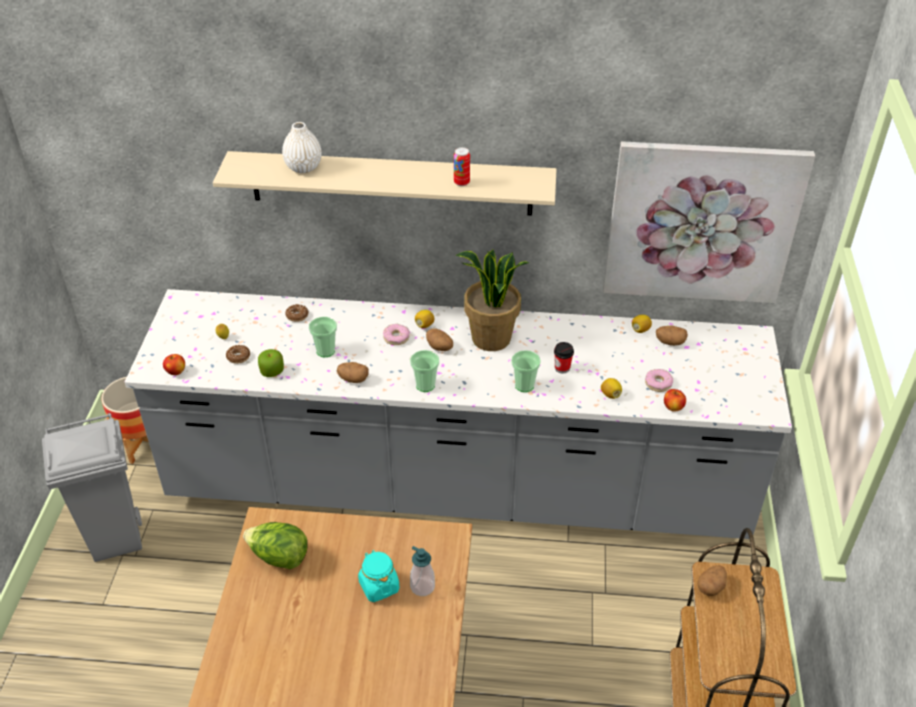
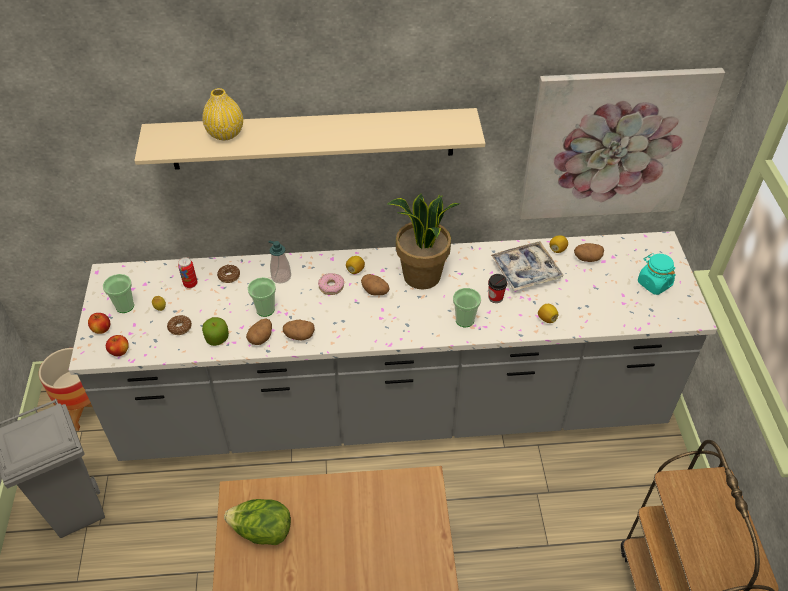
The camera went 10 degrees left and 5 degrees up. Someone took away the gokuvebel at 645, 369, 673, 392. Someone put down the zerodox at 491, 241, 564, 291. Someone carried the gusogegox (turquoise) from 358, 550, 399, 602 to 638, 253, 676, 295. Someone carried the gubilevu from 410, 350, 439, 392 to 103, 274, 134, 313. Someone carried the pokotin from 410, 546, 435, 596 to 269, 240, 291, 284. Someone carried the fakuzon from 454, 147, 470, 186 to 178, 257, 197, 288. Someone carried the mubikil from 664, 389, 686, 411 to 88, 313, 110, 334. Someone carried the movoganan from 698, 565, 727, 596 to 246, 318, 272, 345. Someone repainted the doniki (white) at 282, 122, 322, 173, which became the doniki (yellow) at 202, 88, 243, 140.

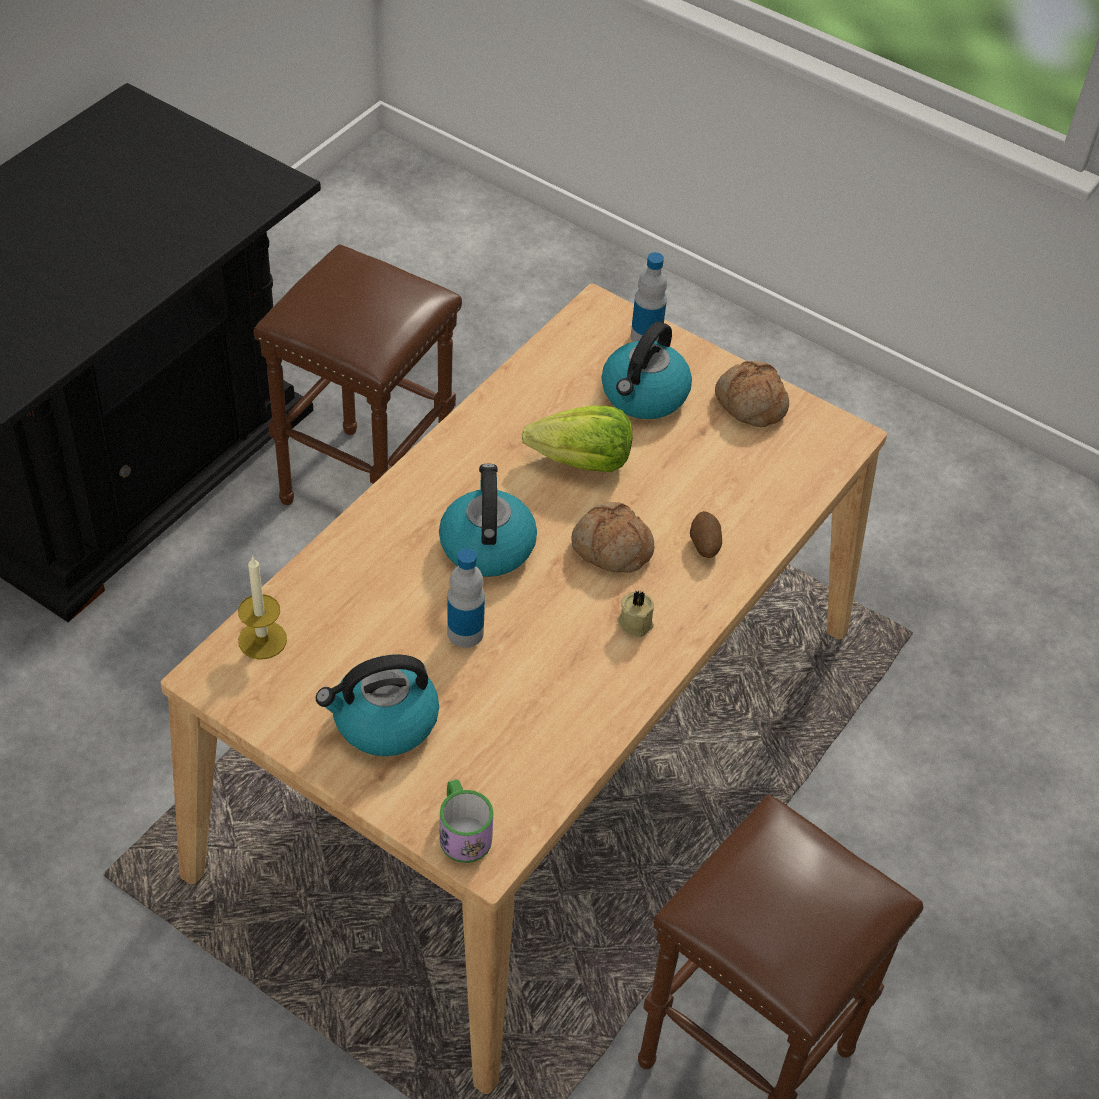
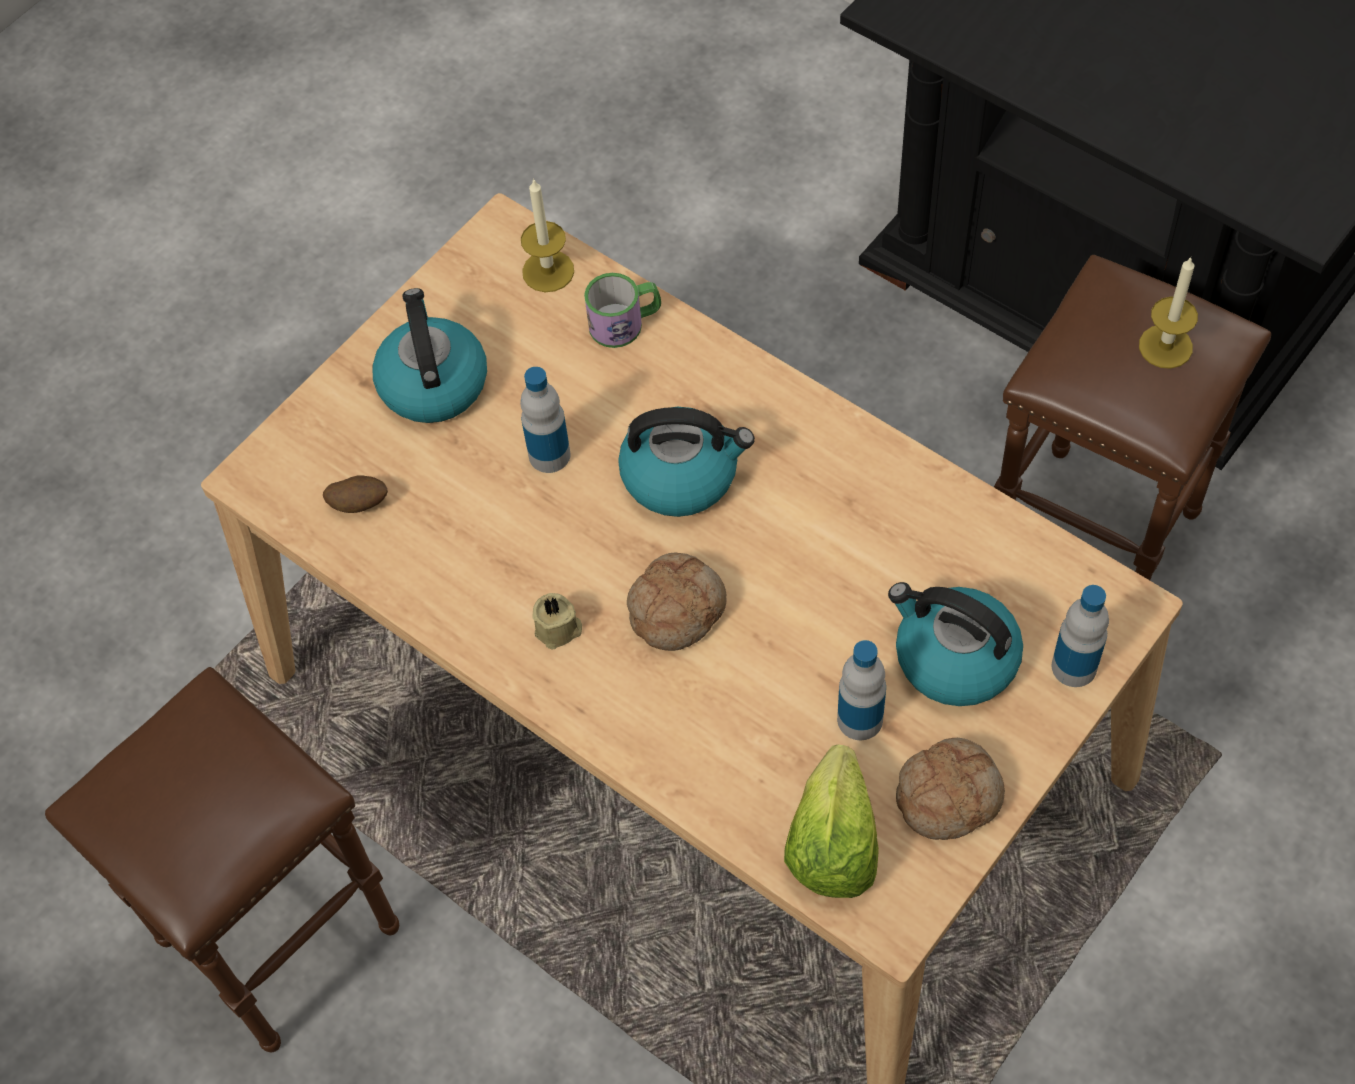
The camera went 100 degrees right and 10 degrees up. Someone put down the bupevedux at 837, 640, 886, 740. Someone put down the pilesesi at 1139, 257, 1198, 369. Someone carried the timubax from 440, 779, 493, 863 to 584, 273, 661, 348. Someone carried the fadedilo from 522, 405, 633, 472 to 784, 745, 879, 898. Someone carried the movoganan from 690, 511, 722, 558 to 323, 475, 388, 513.

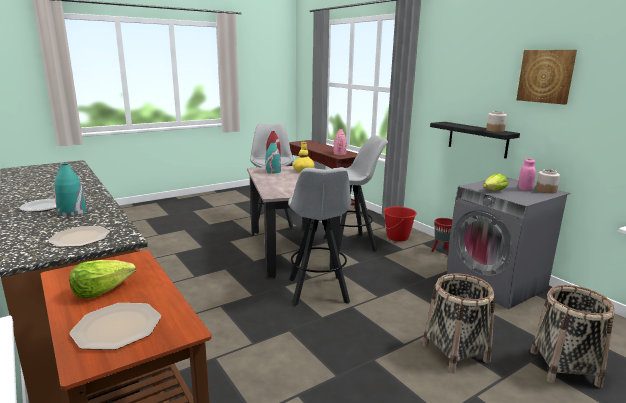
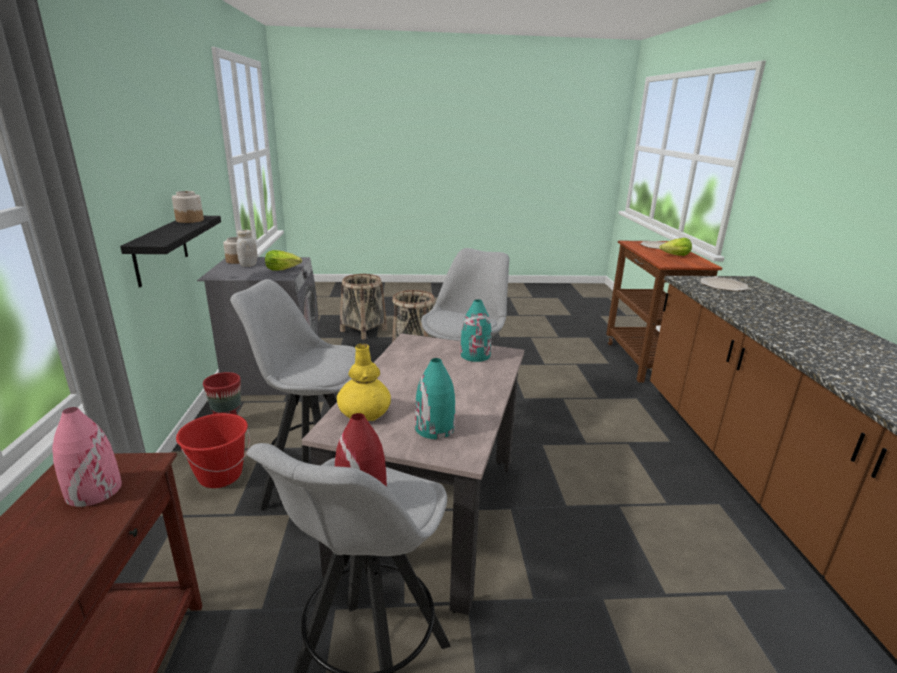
The camera went 150 degrees left and 5 degrees up. Someone took away the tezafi at 20, 199, 57, 212. Someone took away the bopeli at 516, 50, 577, 105. Someone carried the doniki (turquoise) from 54, 164, 86, 216 to 460, 299, 492, 362. Someone repainted the gusogegox (pink) at 518, 158, 536, 191, which became the gusogegox (white) at 236, 230, 257, 267.

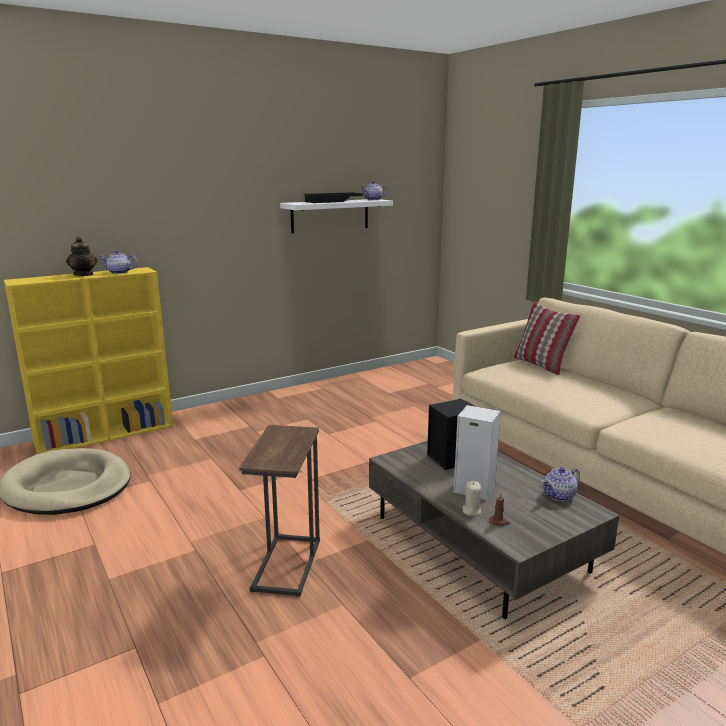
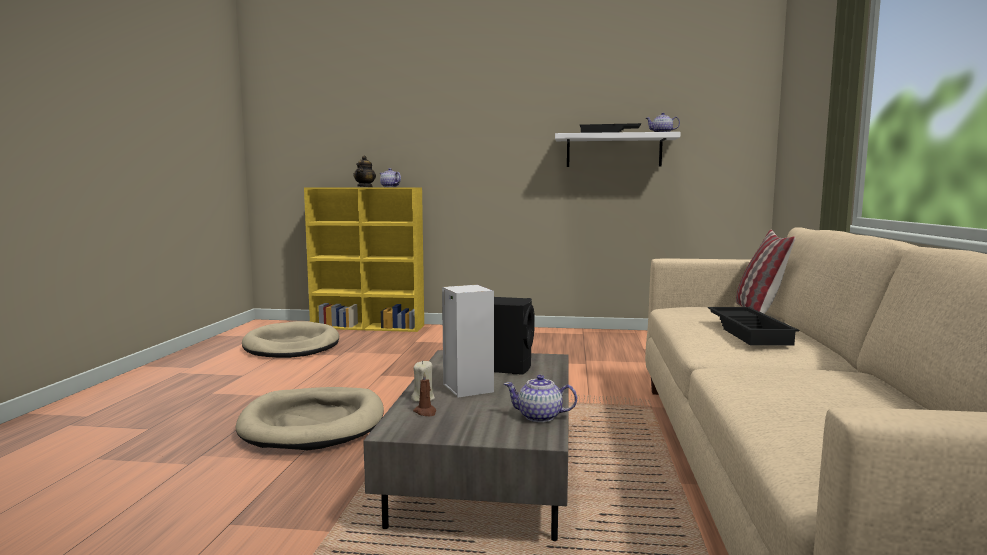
The camera went 40 degrees right and 10 degrees down. Someone put down the zerodox (black) at 708, 307, 799, 346. Someone swapped the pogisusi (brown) at 239, 425, 320, 597 for the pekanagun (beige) at 236, 387, 384, 450.

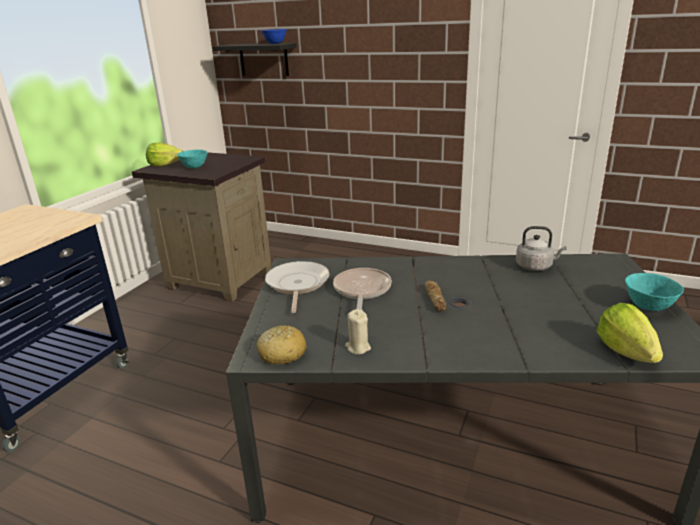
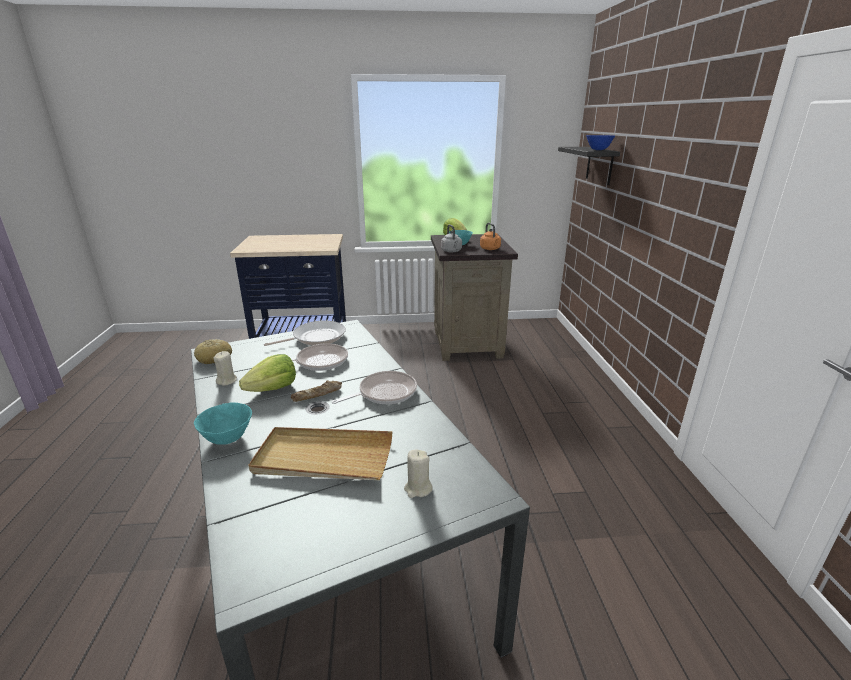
The camera went 60 degrees right and 0 degrees up. Someone put down the zerodox (beige) at 248, 427, 392, 480. Someone put down the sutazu at 332, 371, 417, 404. Someone put down the pilesesi (beige) at 404, 450, 433, 498. Someone put down the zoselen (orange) at 480, 223, 501, 250. Someone carried the zoselen (grey) from 516, 226, 567, 271 to 441, 224, 462, 252. Someone carried the fadedilo from 597, 303, 663, 363 to 239, 354, 296, 392. Someone carried the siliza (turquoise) from 625, 273, 684, 311 to 194, 402, 252, 445.

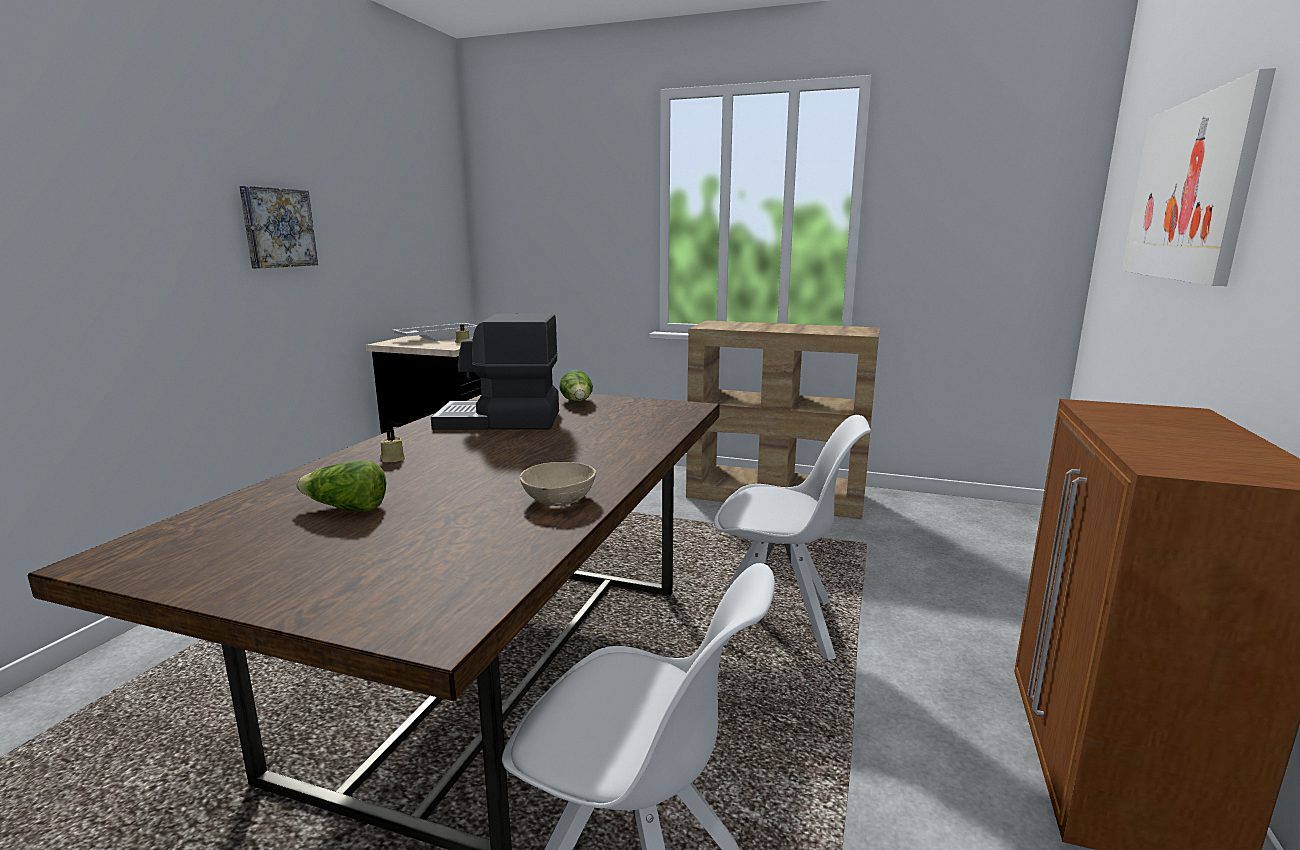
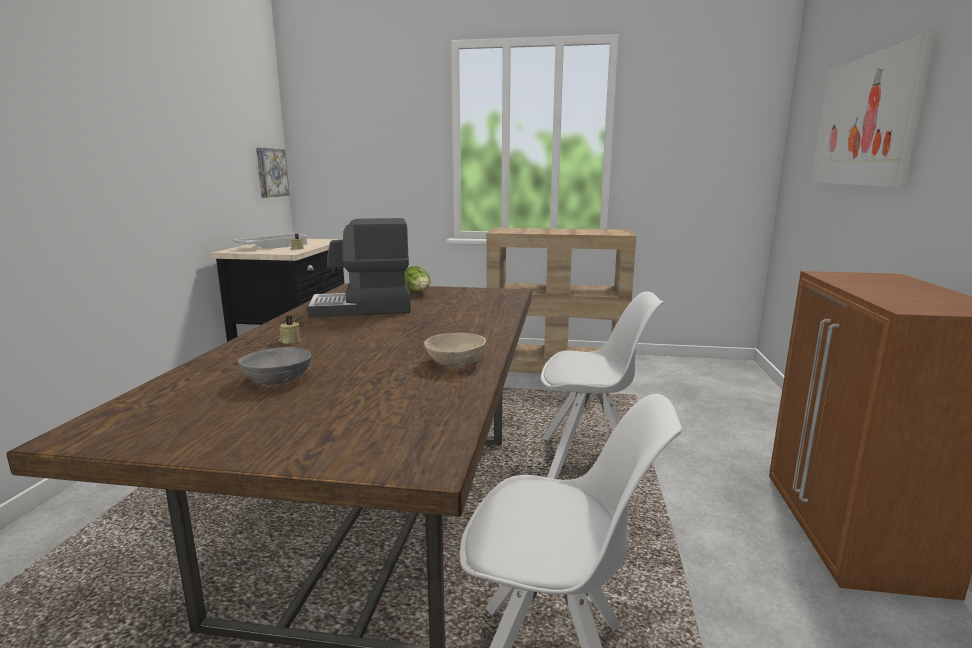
The camera went 10 degrees left and 0 degrees up. Someone carried the bopeli from 239, 186, 318, 268 to 256, 148, 290, 198. Someone swapped the fadedilo at 296, 461, 386, 512 for the siliza (grey) at 238, 347, 311, 385.

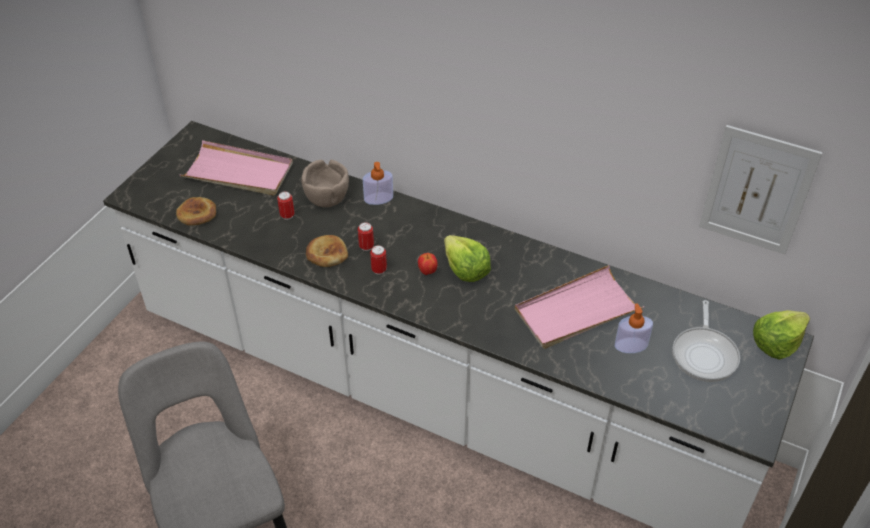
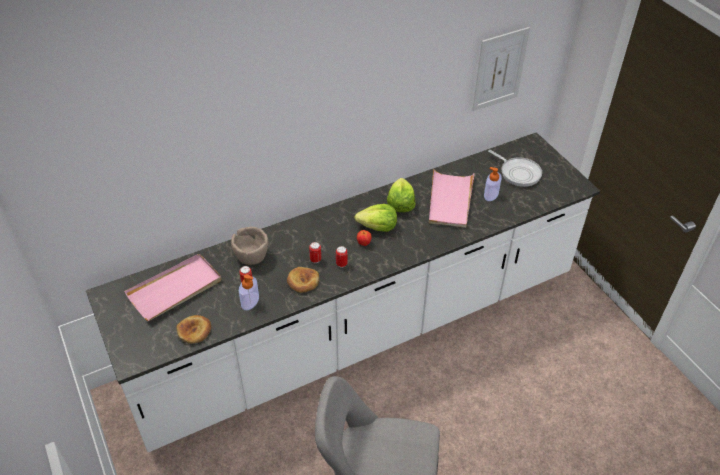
The camera went 55 degrees left and 0 degrees up. Someone carried the pokotin from 363, 162, 393, 205 to 239, 274, 259, 310. Someone carried the fadedilo from 753, 310, 810, 360 to 387, 178, 416, 212.

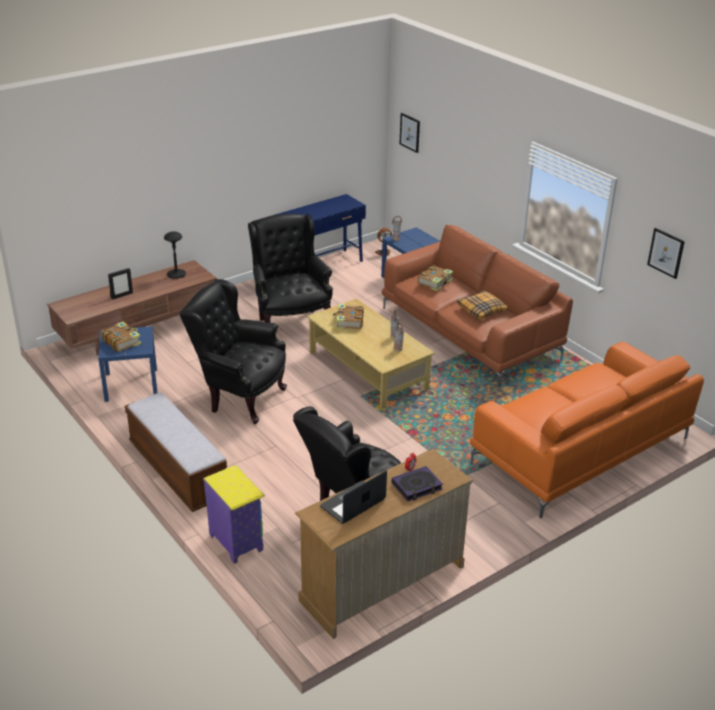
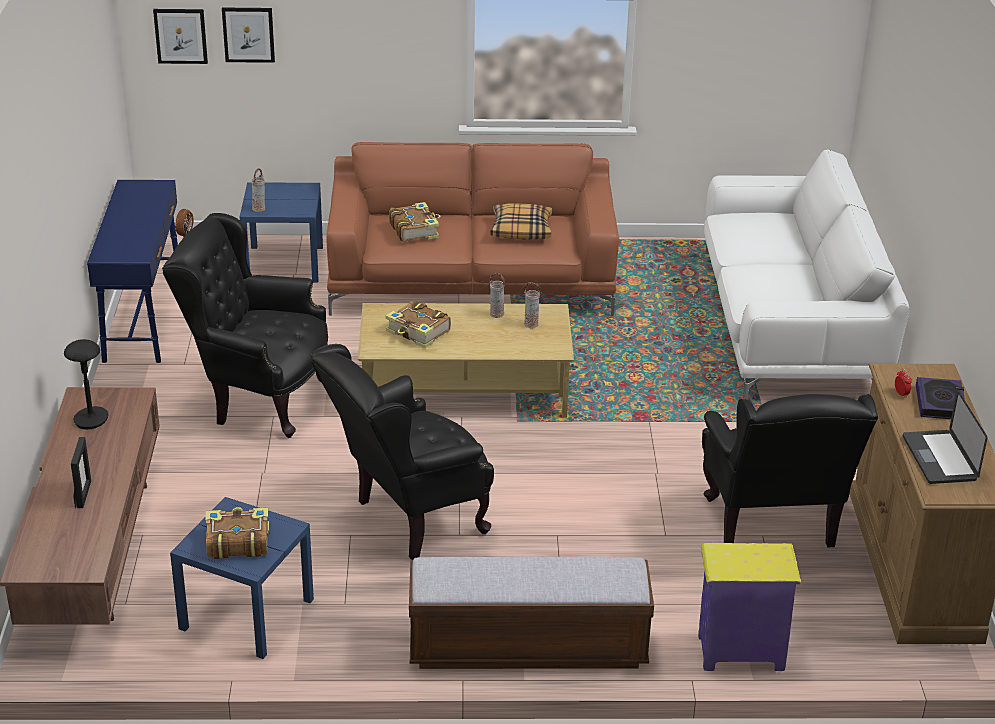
The camera went 55 degrees left and 0 degrees up. Someone carried the bopeli from 647, 228, 685, 279 to 222, 8, 275, 63. Someone repainted the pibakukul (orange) at 470, 342, 704, 518, which became the pibakukul (white) at 703, 149, 909, 399.

